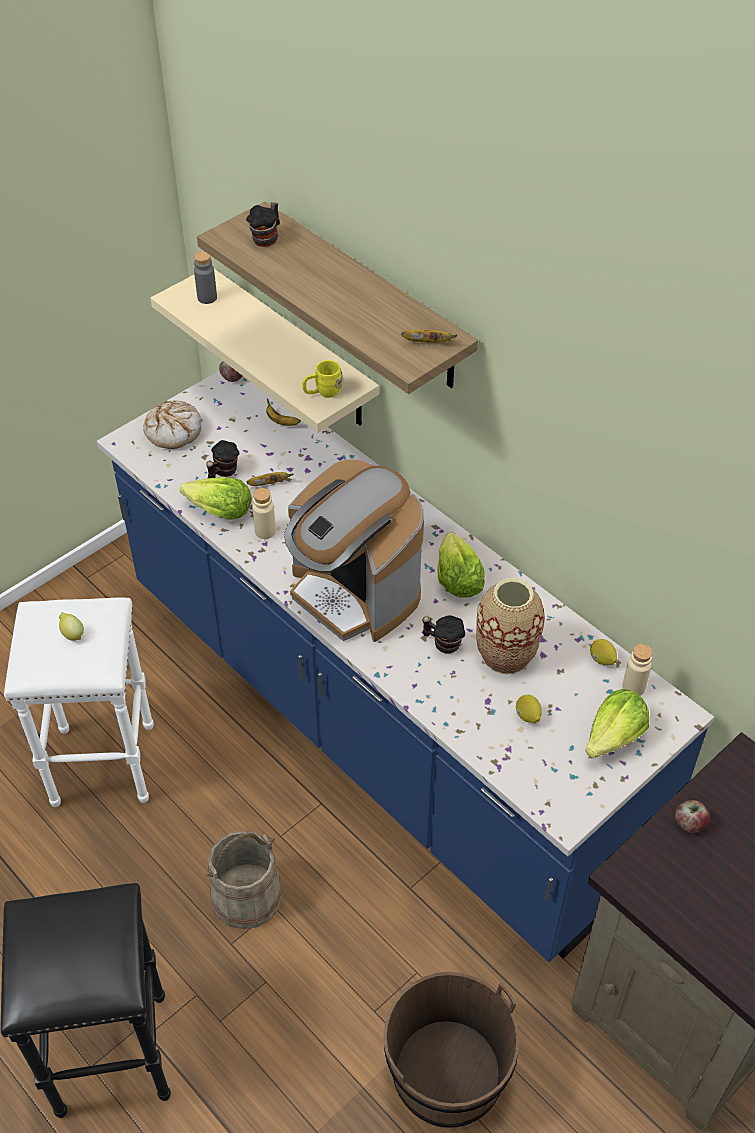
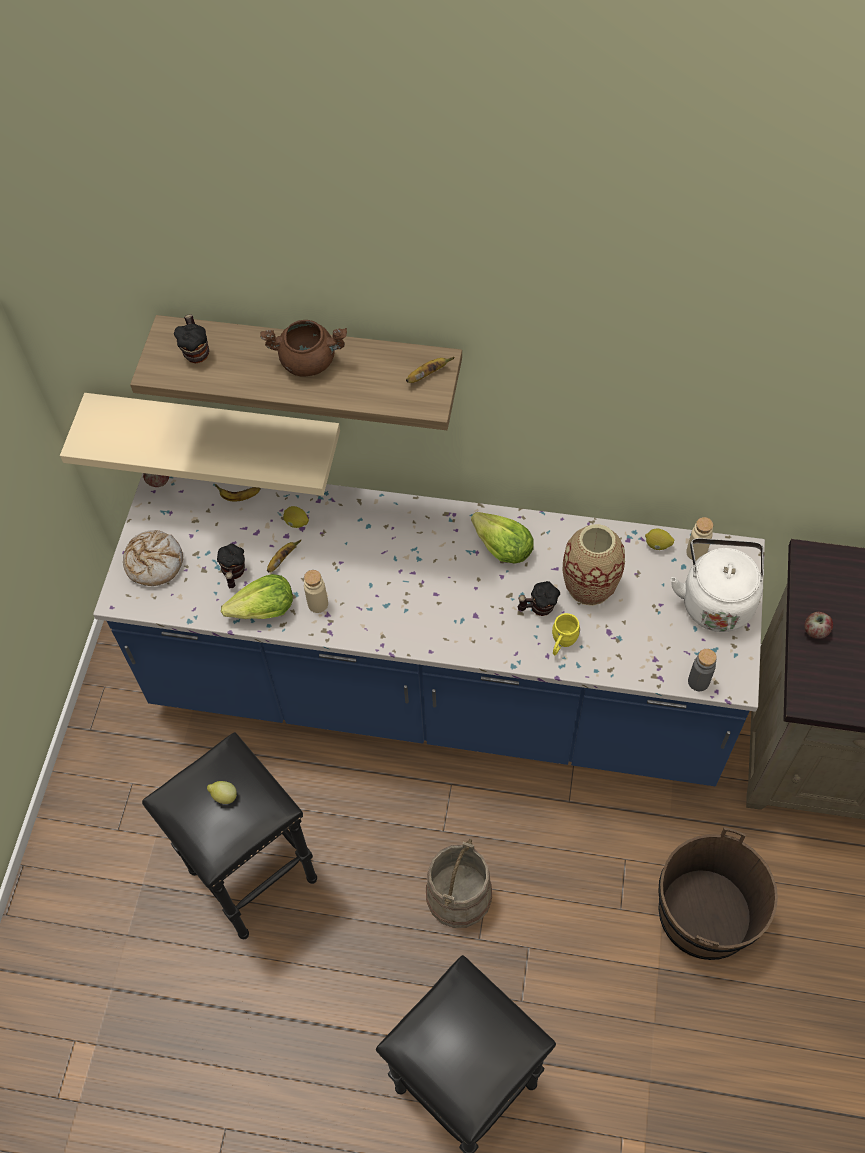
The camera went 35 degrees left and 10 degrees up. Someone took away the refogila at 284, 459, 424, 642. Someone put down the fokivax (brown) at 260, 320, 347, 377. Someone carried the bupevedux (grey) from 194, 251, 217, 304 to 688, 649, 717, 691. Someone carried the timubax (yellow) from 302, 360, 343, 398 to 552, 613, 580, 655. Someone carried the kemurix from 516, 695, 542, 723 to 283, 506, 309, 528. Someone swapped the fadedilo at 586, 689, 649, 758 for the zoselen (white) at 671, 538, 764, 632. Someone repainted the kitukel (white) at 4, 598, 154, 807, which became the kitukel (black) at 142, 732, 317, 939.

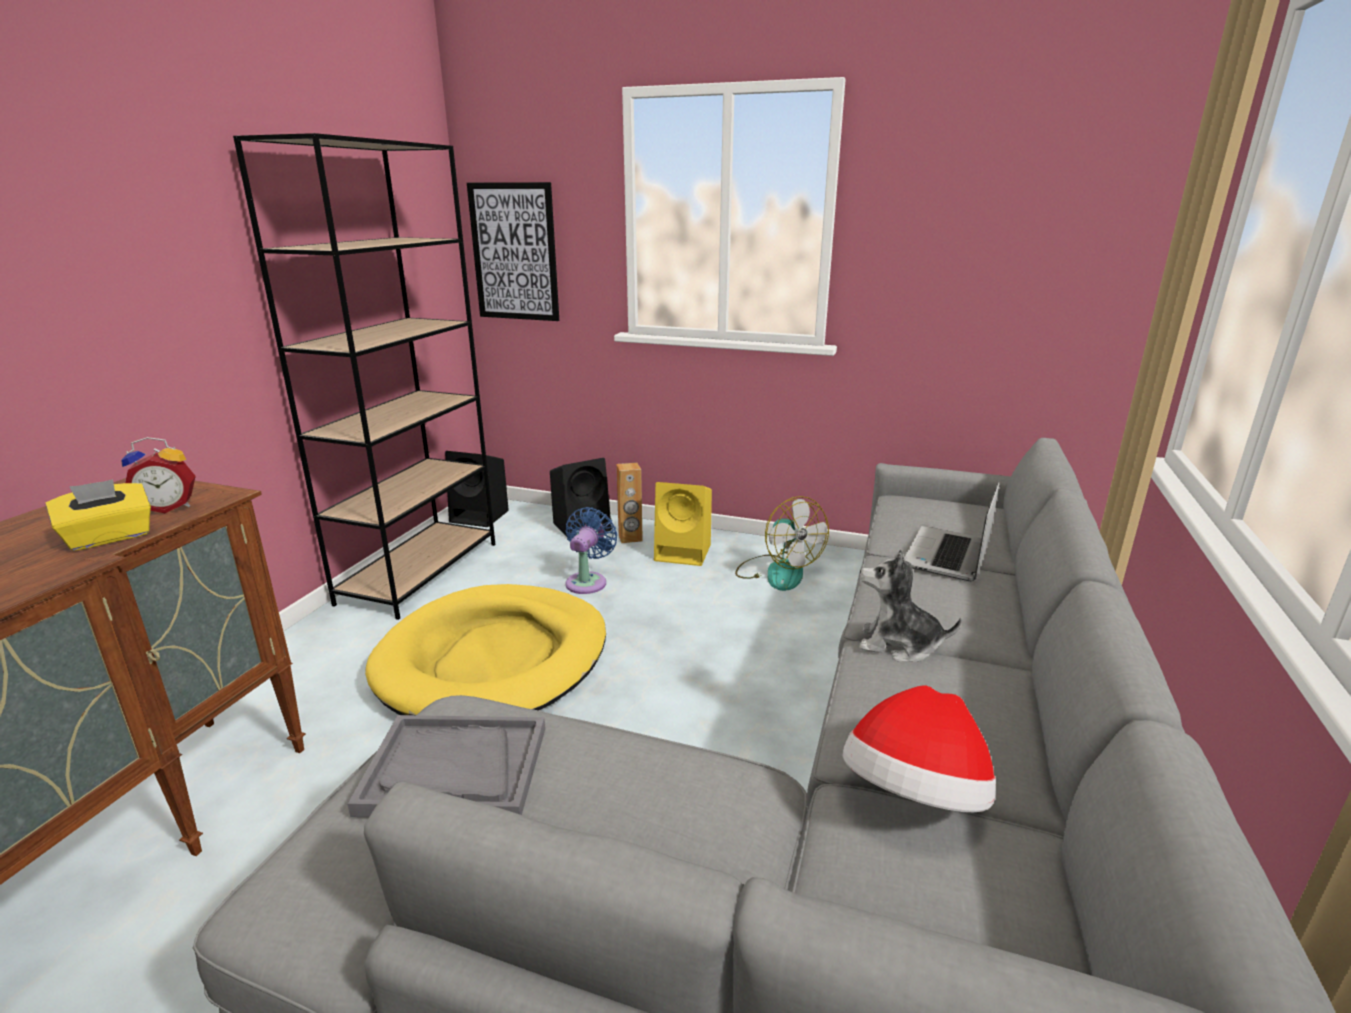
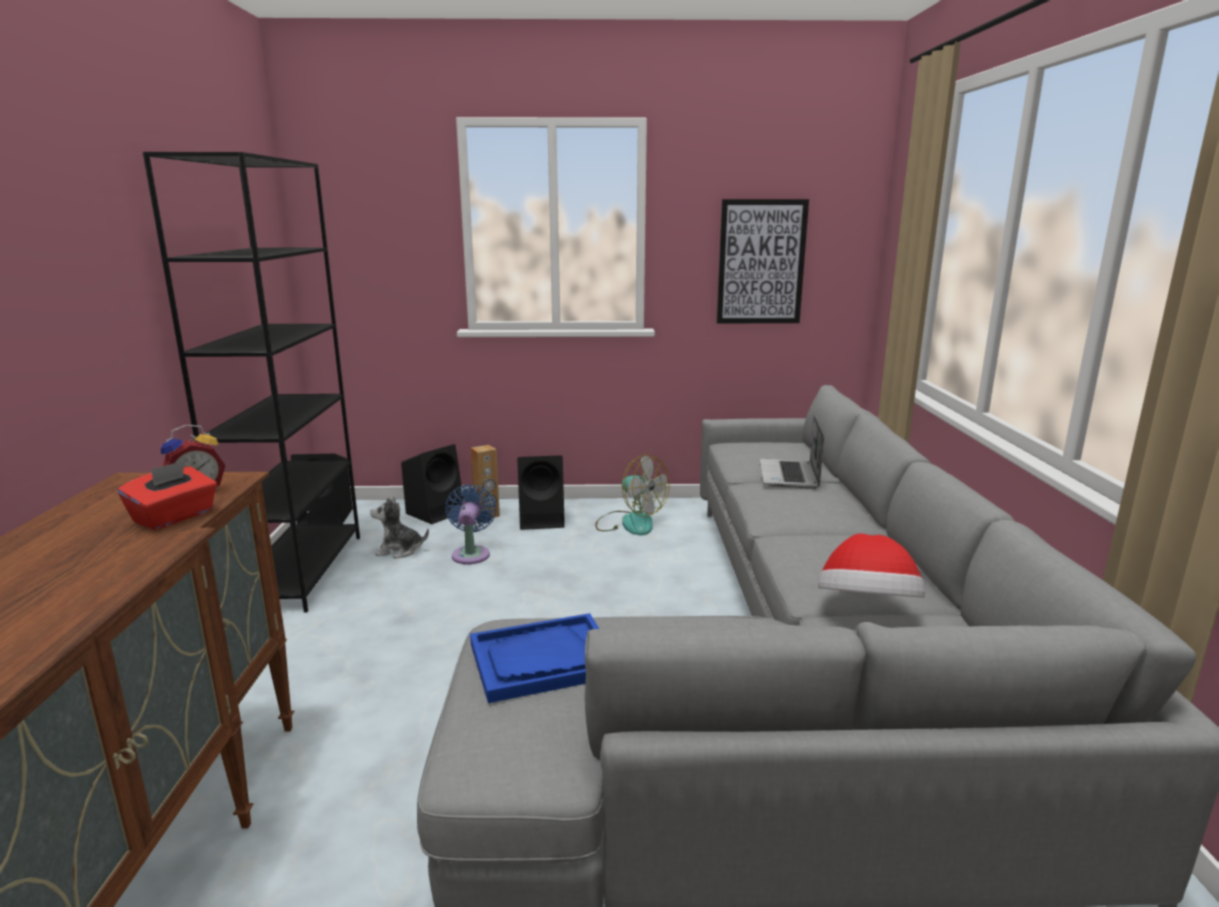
The camera went 20 degrees left and 5 degrees down. Someone took away the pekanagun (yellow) at 365, 584, 606, 715. Someone carried the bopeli from 467, 182, 559, 321 to 717, 199, 809, 323. Someone carried the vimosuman from 859, 549, 962, 662 to 370, 497, 429, 558. Someone repainted the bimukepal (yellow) at 45, 479, 151, 551, which became the bimukepal (red) at 118, 460, 217, 530. Someone repainted the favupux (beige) at 233, 133, 495, 620, which became the favupux (black) at 143, 152, 360, 613. Someone repainted the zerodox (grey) at 347, 715, 545, 817, which became the zerodox (blue) at 470, 613, 599, 703. Someone repainted the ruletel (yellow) at 654, 482, 712, 566, which became the ruletel (black) at 517, 455, 565, 530.

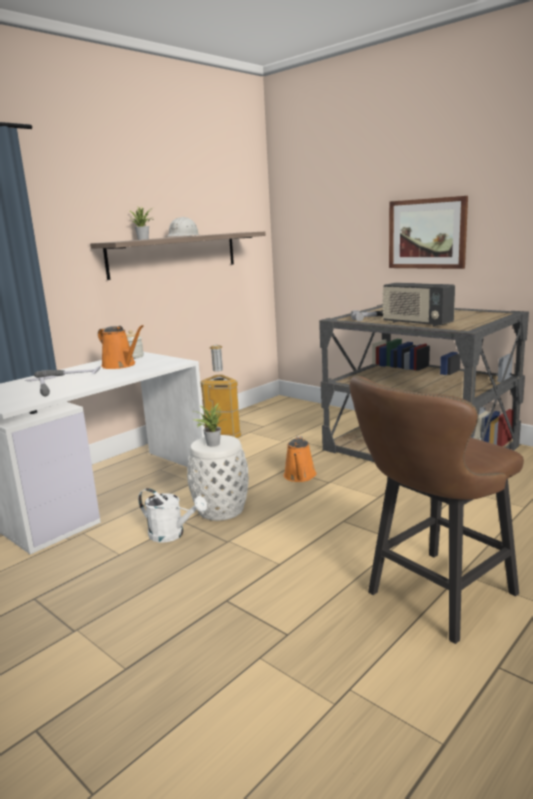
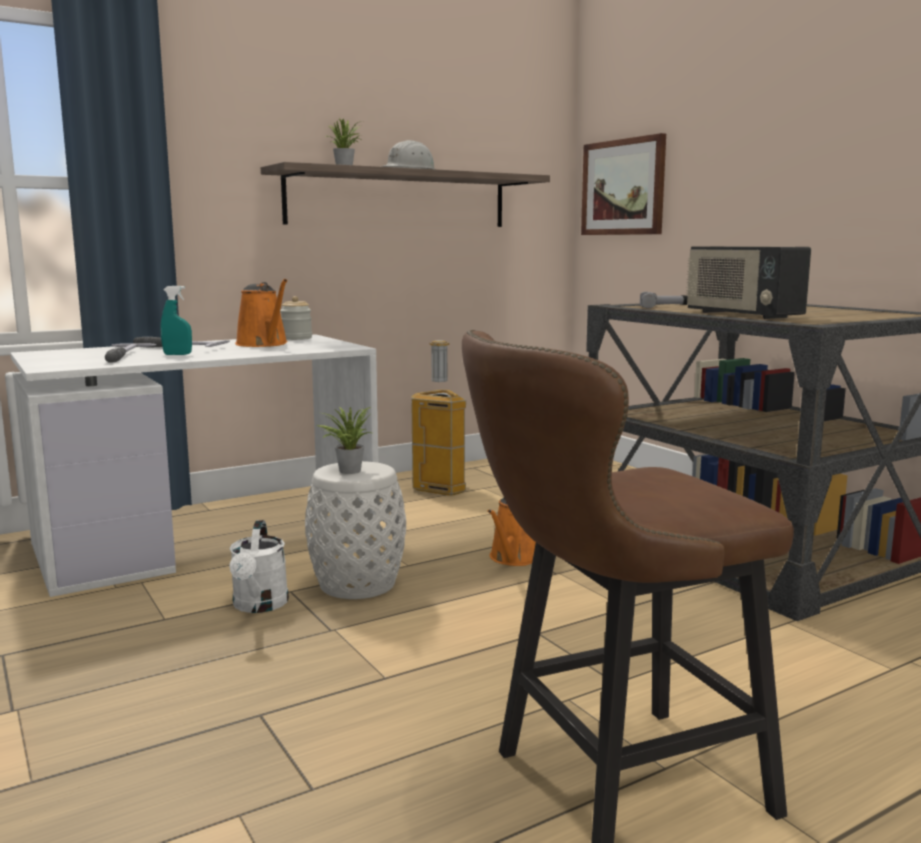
The camera went 15 degrees right and 5 degrees down. Someone put down the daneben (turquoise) at 161, 286, 192, 355. Someone carried the bopeli from 389, 196, 468, 269 to 581, 133, 666, 235. Someone rotated the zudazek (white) at 138, 488, 207, 542 by 45 degrees clockwise.

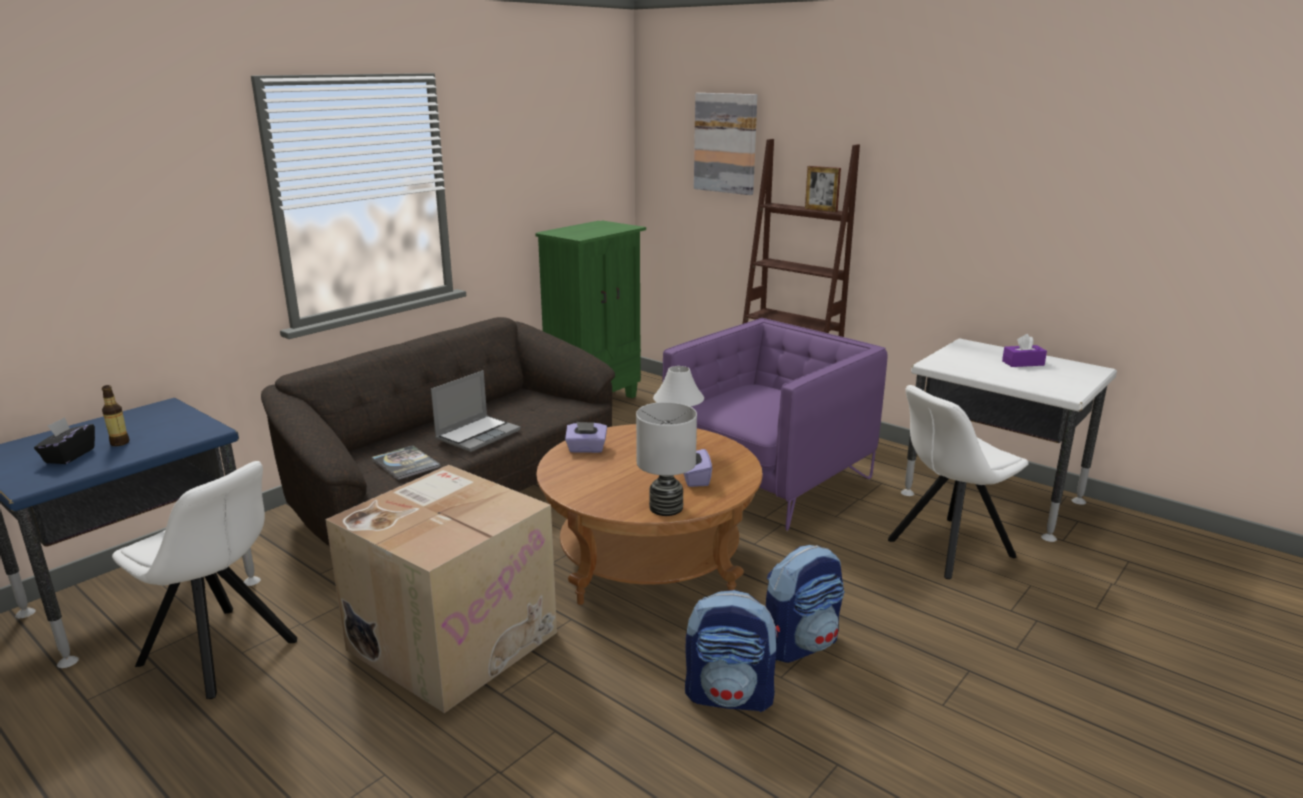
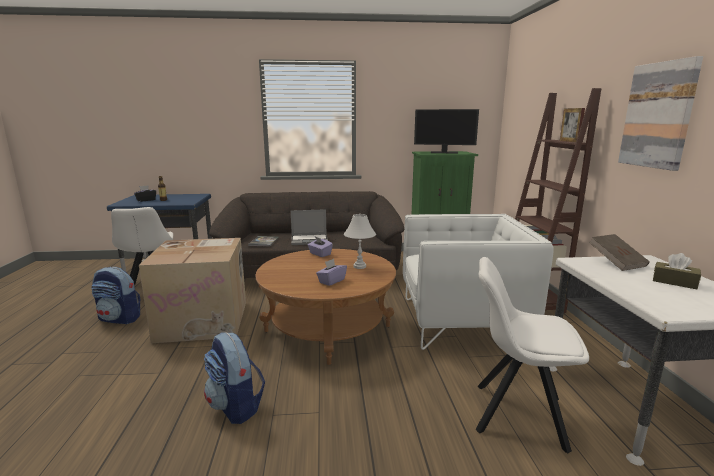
The camera went 45 degrees right and 5 degrees down. Someone took away the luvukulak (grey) at 636, 402, 697, 516. Someone put down the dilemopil at 414, 109, 479, 154. Someone put down the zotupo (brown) at 589, 234, 650, 271. Someone carried the bopeli from 694, 93, 757, 195 to 618, 56, 703, 171. Someone carried the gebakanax from 766, 545, 844, 663 to 91, 267, 140, 324. Someone repainted the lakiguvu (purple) at 662, 318, 887, 531, which became the lakiguvu (white) at 403, 214, 554, 350. Someone repainted the bimukepal (purple) at 1002, 334, 1047, 367, which became the bimukepal (brown) at 653, 253, 701, 289.

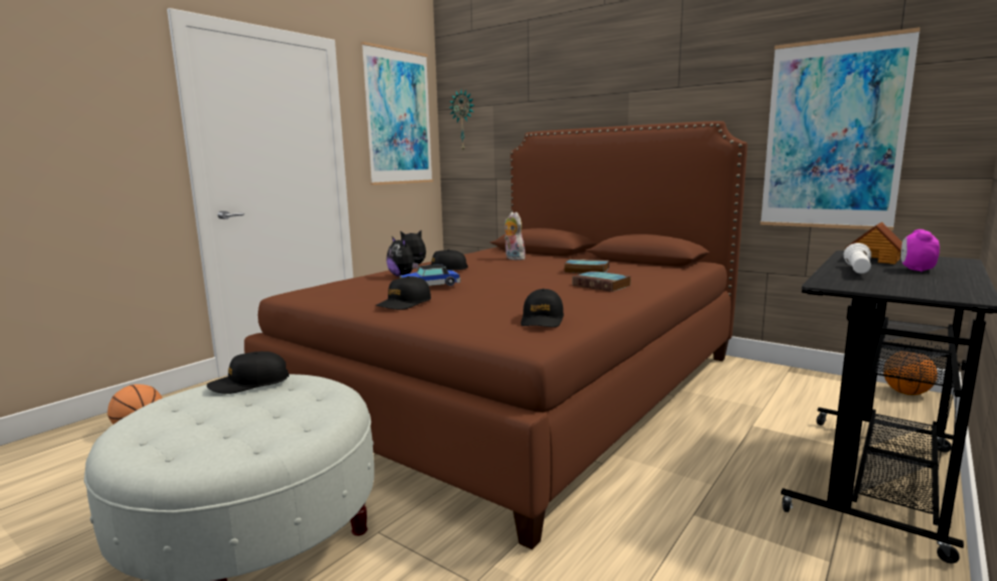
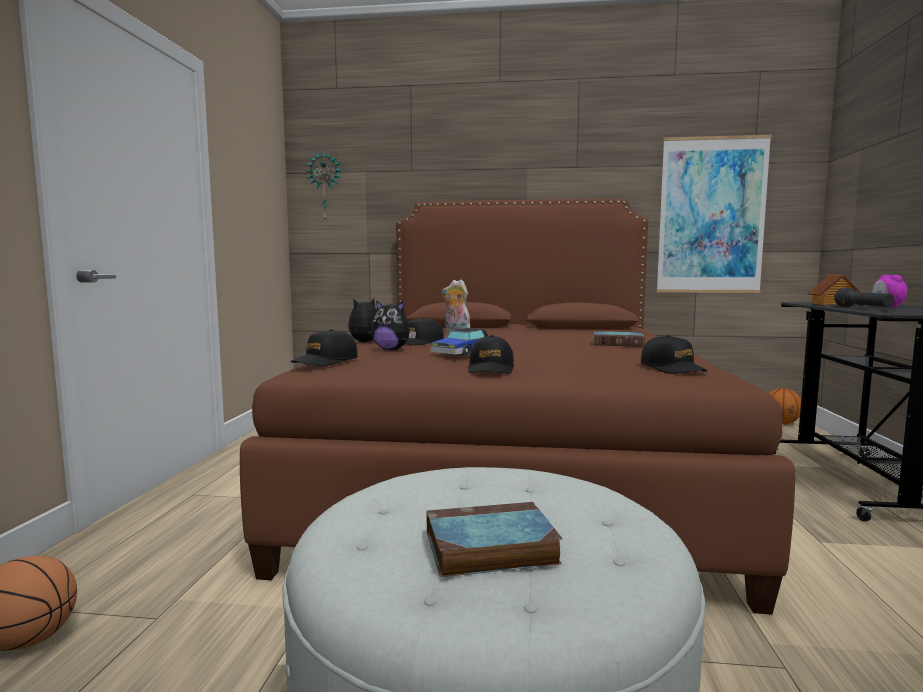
The camera went 30 degrees left and 5 degrees down. Someone took away the bopeli at 361, 42, 433, 185. Someone carried the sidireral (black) from 207, 351, 289, 394 to 291, 329, 358, 366. Someone carried the zotupo from 564, 259, 609, 273 to 427, 502, 563, 577. Someone repainted the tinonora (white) at 844, 243, 871, 274, which became the tinonora (black) at 834, 288, 895, 307.

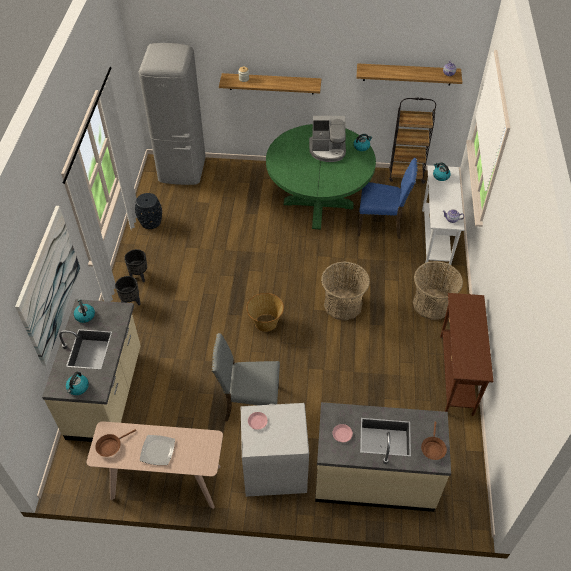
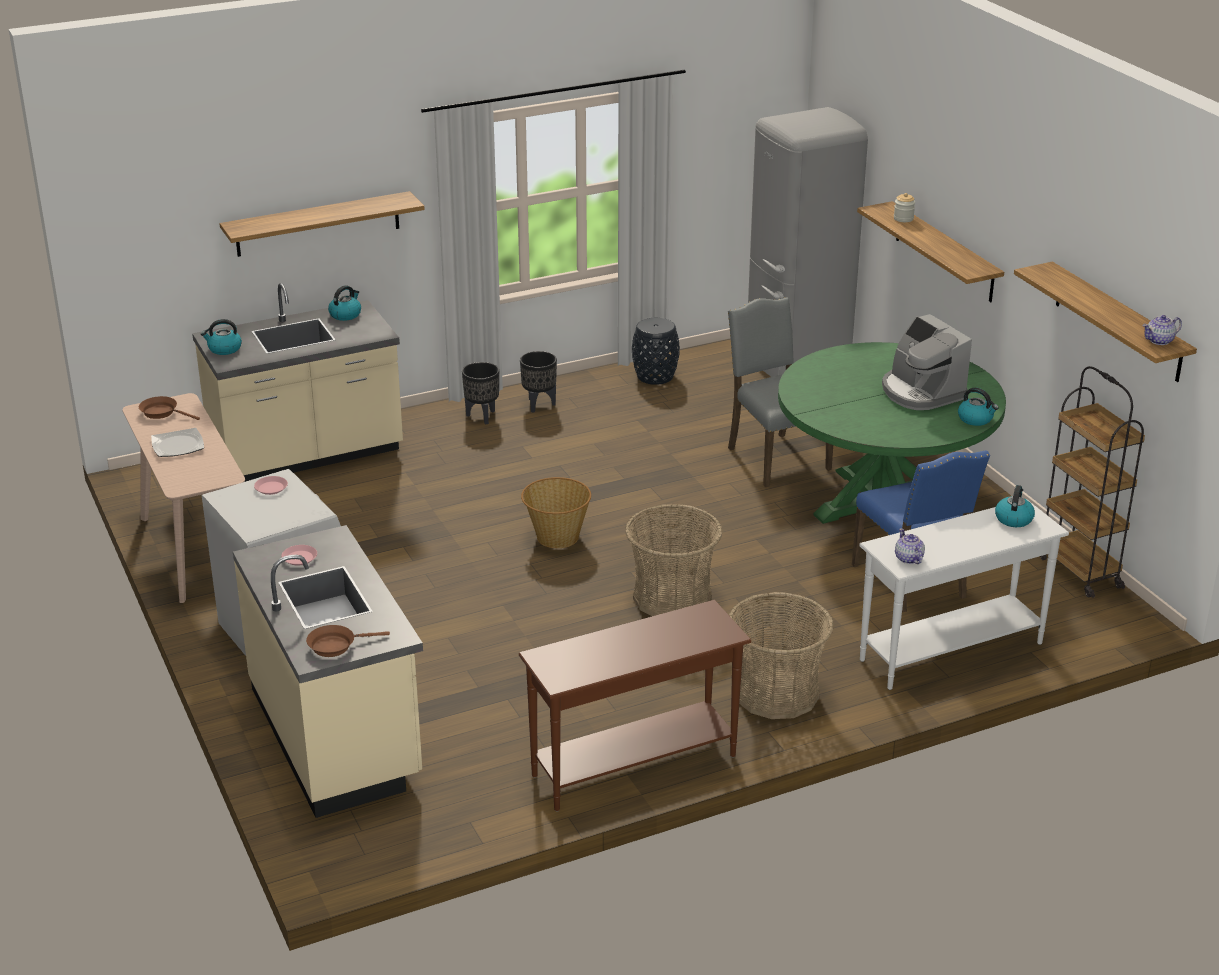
The camera went 60 degrees right and 20 degrees down. Someone carried the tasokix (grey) from 212, 333, 280, 421 to 728, 298, 833, 487. Someone swapped the bopeli at 15, 206, 80, 366 for the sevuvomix at 219, 191, 425, 257.

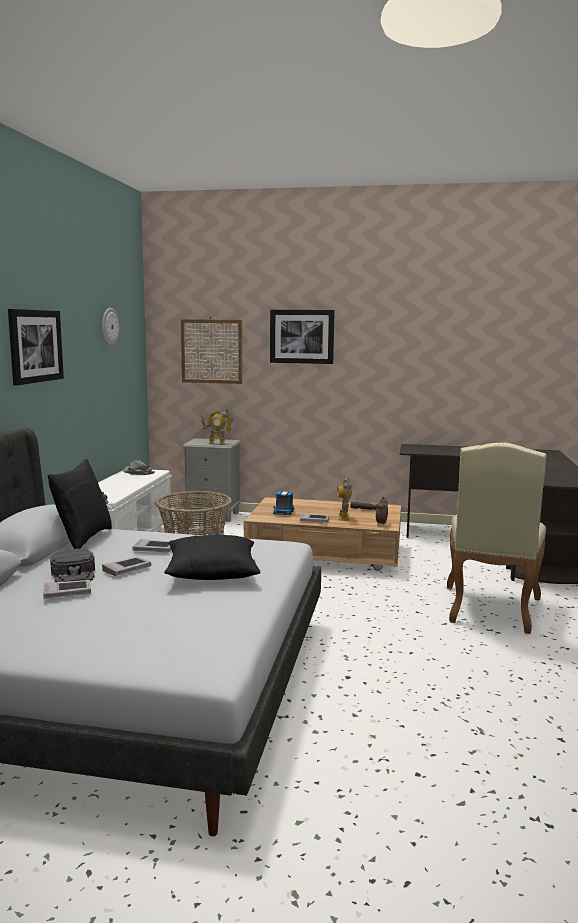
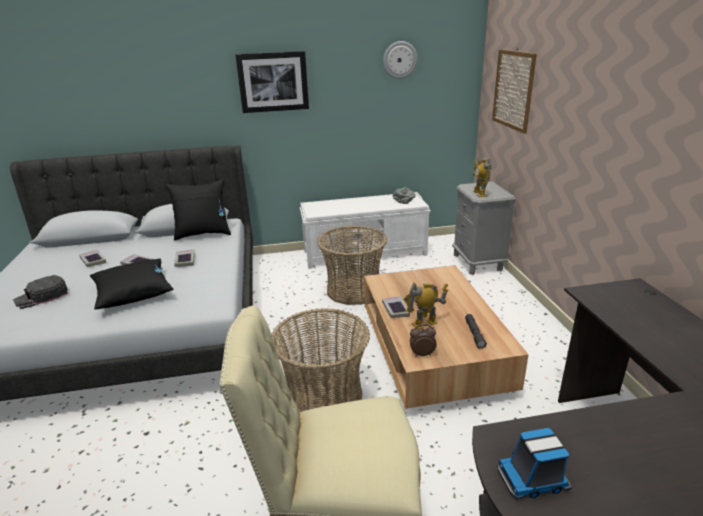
The camera went 70 degrees right and 15 degrees up. Someone took away the bopeli at 270, 310, 335, 364. Someone put down the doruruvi at 271, 308, 370, 412. Someone carried the sidireral (black) from 50, 548, 95, 582 to 13, 275, 68, 309. Someone carried the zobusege from 273, 491, 295, 515 to 497, 428, 571, 499.

